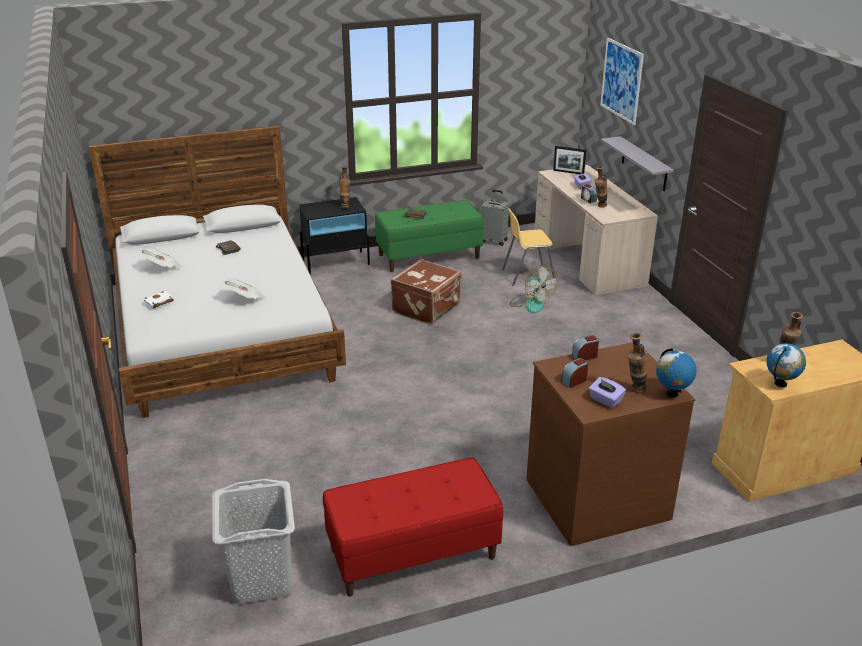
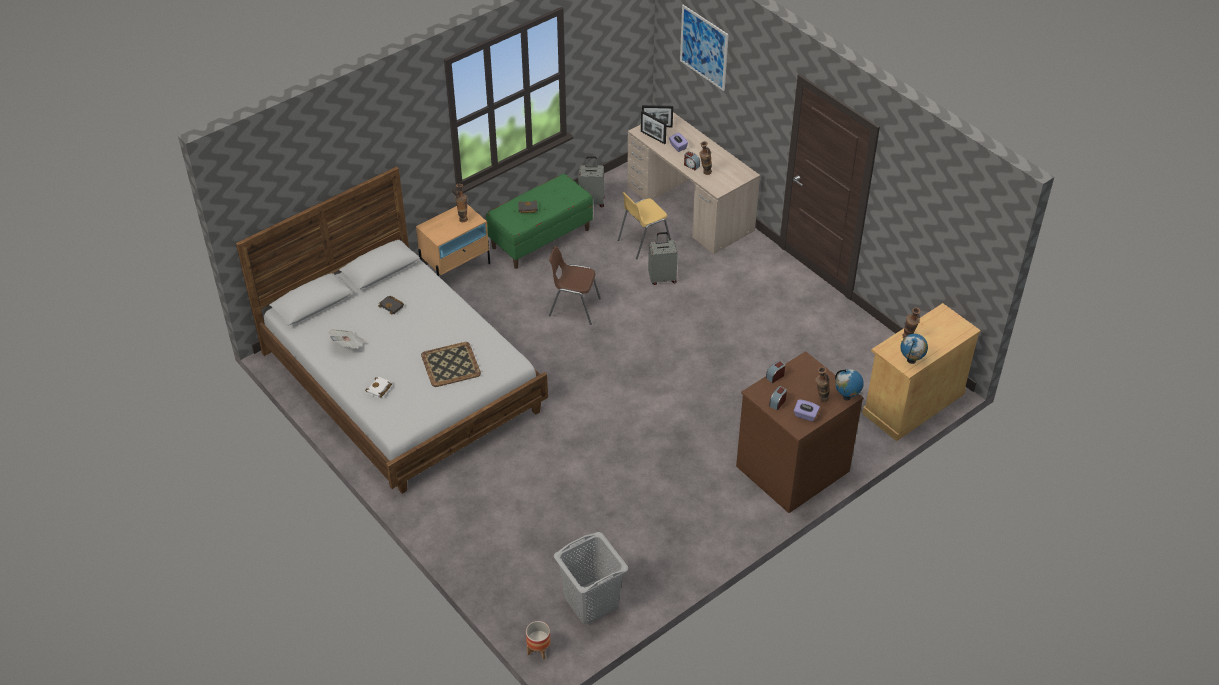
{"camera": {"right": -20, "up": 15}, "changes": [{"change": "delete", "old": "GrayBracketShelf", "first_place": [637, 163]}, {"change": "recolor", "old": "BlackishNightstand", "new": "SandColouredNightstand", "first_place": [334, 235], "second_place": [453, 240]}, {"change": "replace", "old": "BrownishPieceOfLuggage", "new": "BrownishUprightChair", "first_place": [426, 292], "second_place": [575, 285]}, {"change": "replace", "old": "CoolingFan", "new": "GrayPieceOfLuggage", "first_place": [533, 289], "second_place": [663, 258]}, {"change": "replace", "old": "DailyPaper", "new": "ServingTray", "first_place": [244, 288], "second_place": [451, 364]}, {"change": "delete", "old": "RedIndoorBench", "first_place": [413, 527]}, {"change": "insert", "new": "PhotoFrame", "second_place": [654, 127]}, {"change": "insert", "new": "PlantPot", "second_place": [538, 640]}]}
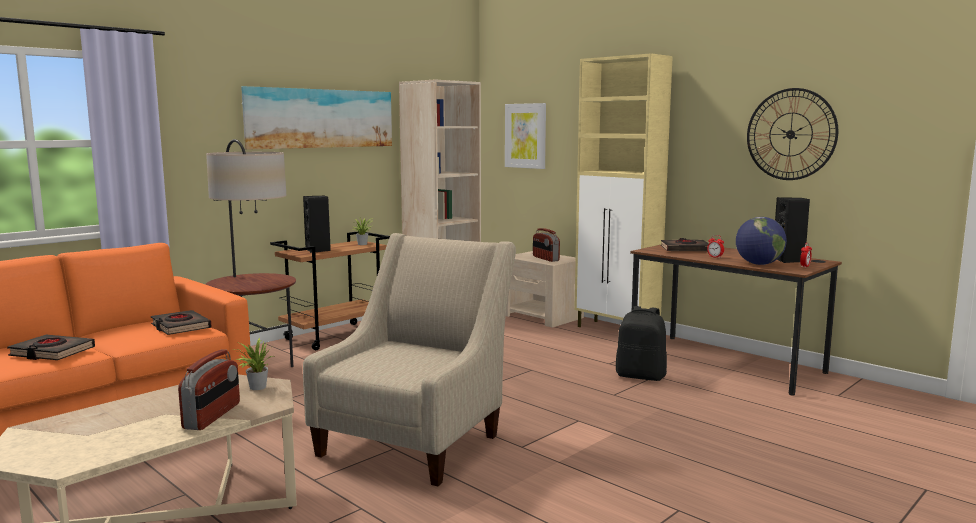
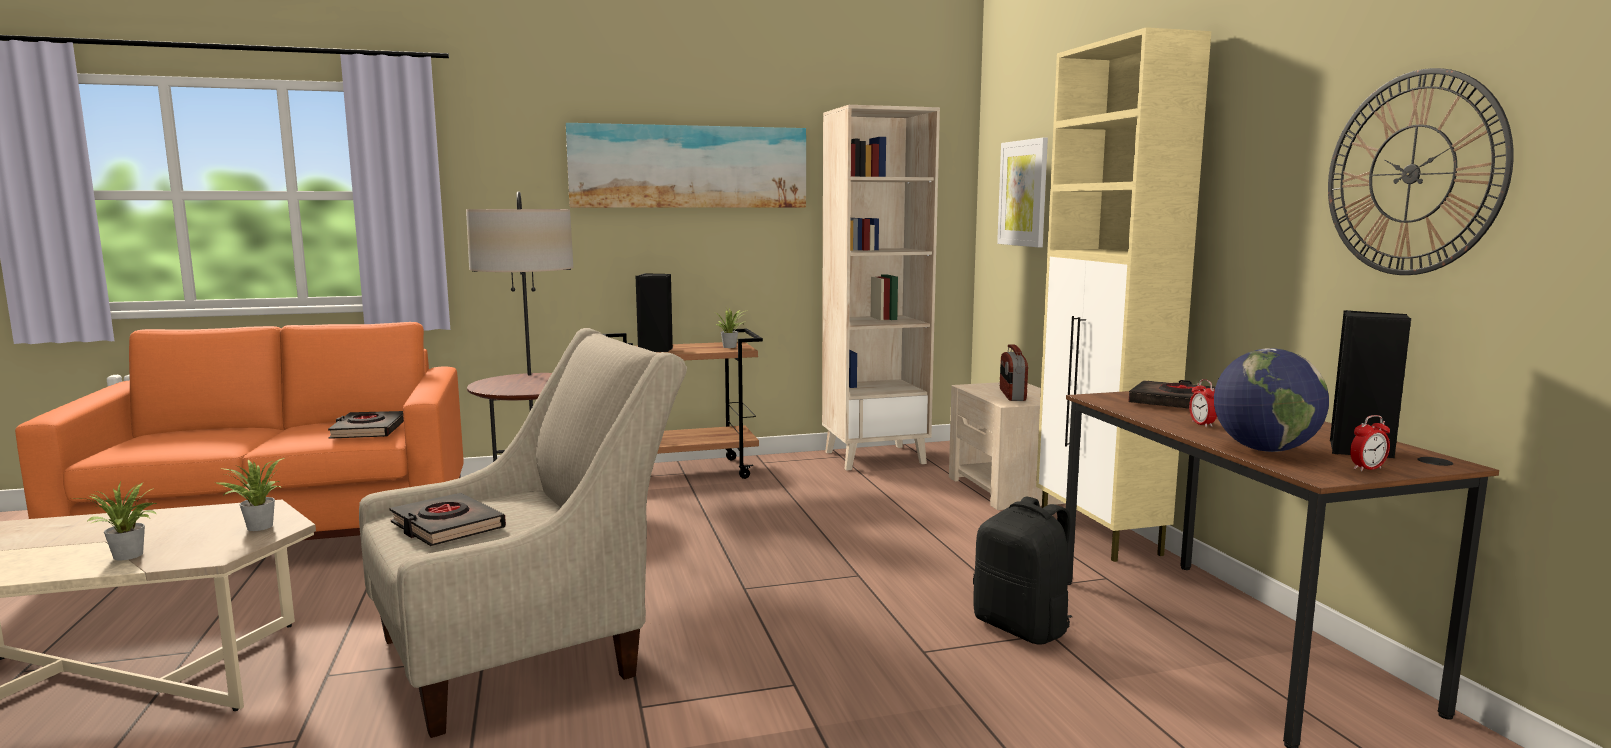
{"camera": {"right": 30, "up": 0}, "changes": [{"change": "move", "old": "BlackishVolume", "first_place": [51, 347], "second_place": [447, 519]}, {"change": "replace", "old": "Radio", "new": "Houseplant", "first_place": [209, 389], "second_place": [115, 521]}]}
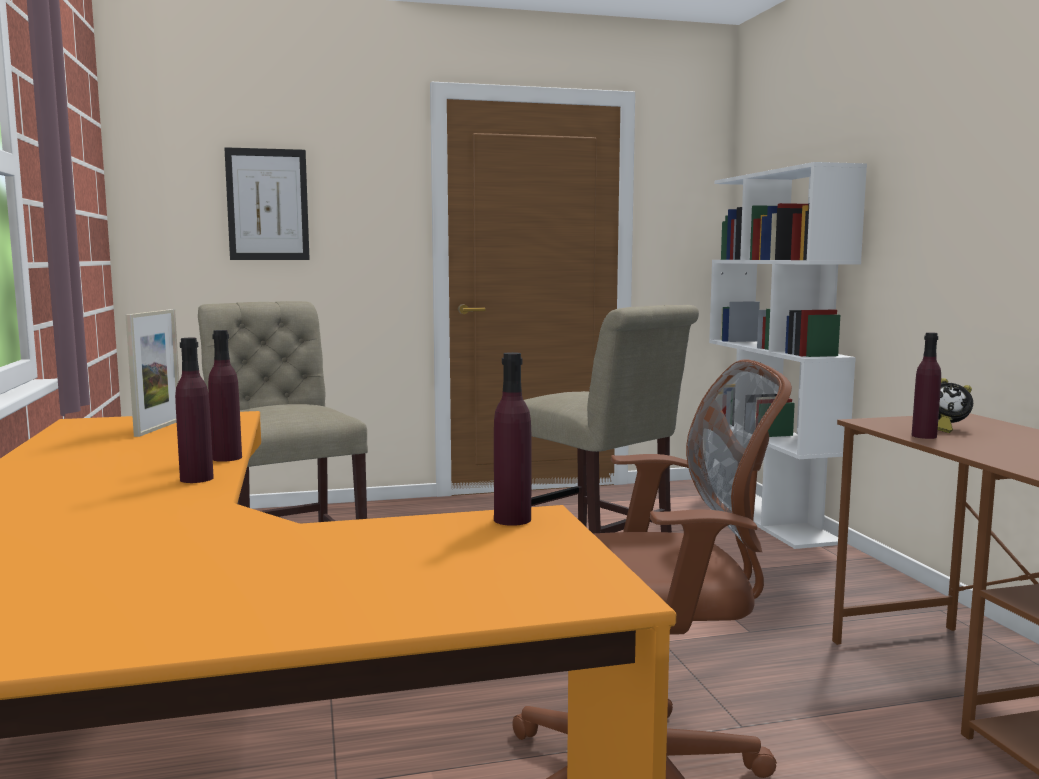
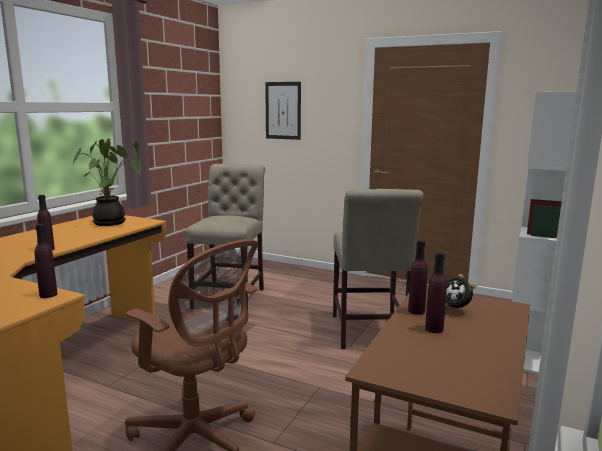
{"camera": {"right": 40, "up": 5}, "changes": [{"change": "replace", "old": "PhotoFrame", "new": "Houseplant", "first_place": [152, 373], "second_place": [106, 182]}, {"change": "move", "old": "PurpleDrinkBottle", "first_place": [225, 396], "second_place": [436, 292]}]}
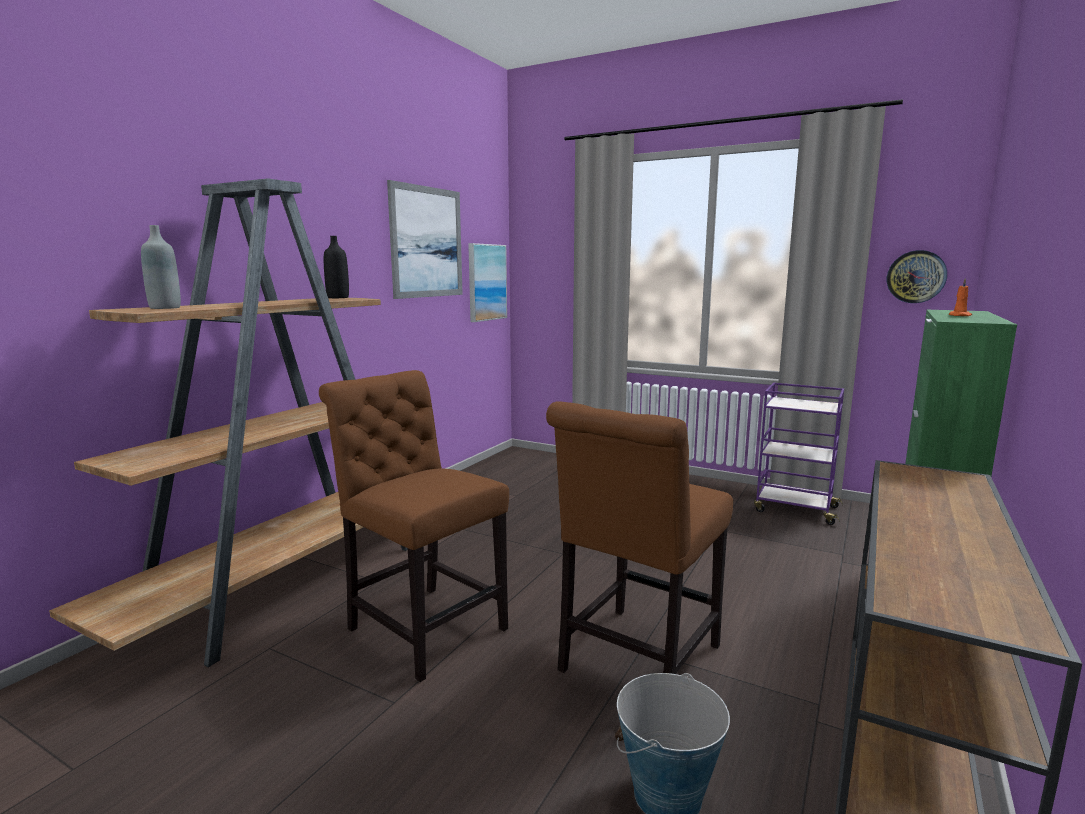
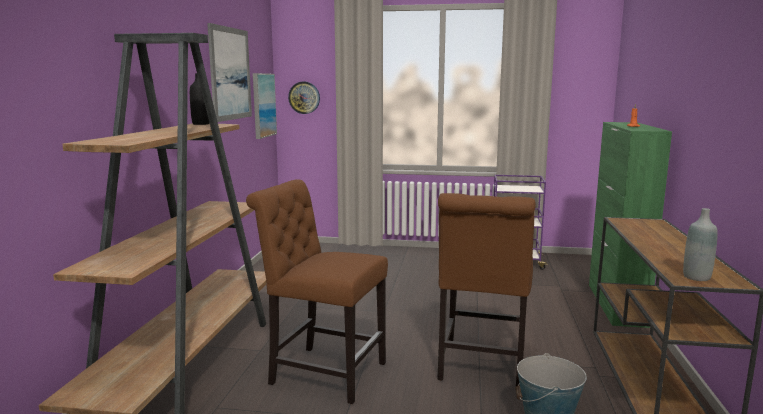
{"camera": {"right": -20, "up": 0}, "changes": [{"change": "move", "old": "GrayDrinkBottle", "first_place": [161, 267], "second_place": [700, 244]}, {"change": "move", "old": "ClockOnTheWall", "first_place": [917, 276], "second_place": [304, 98]}]}
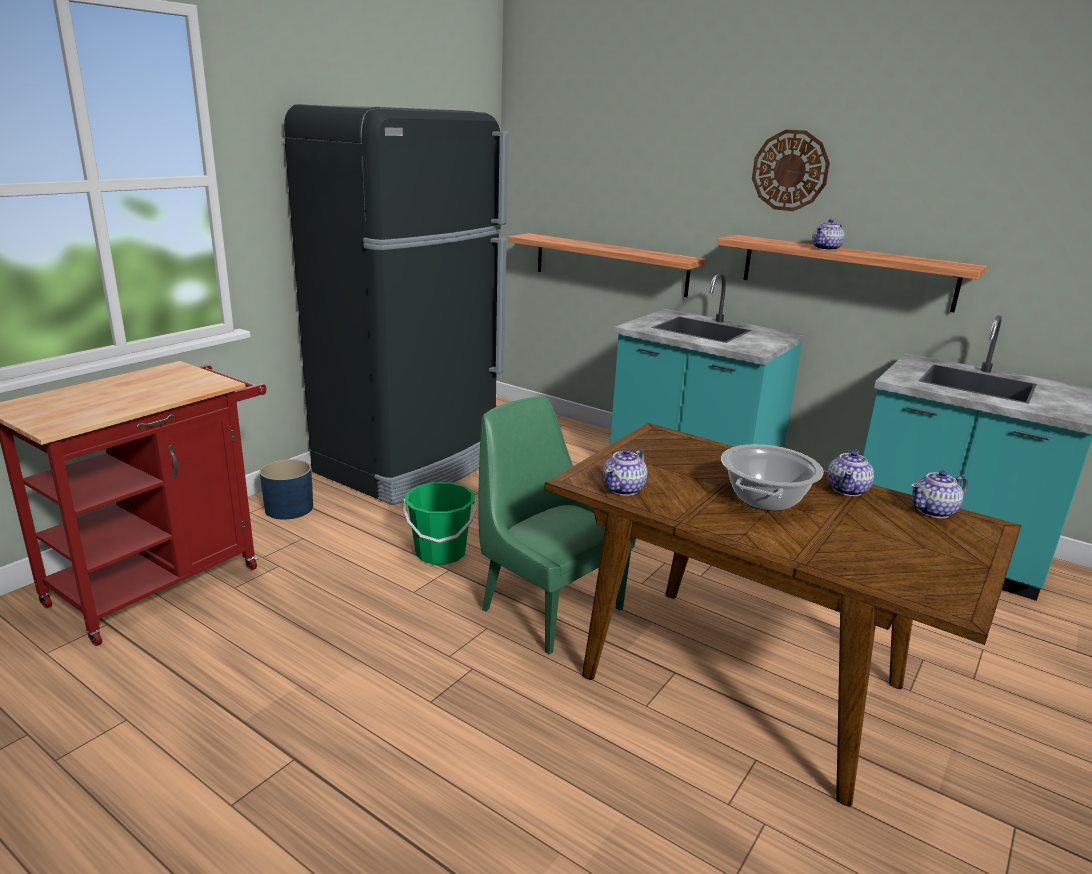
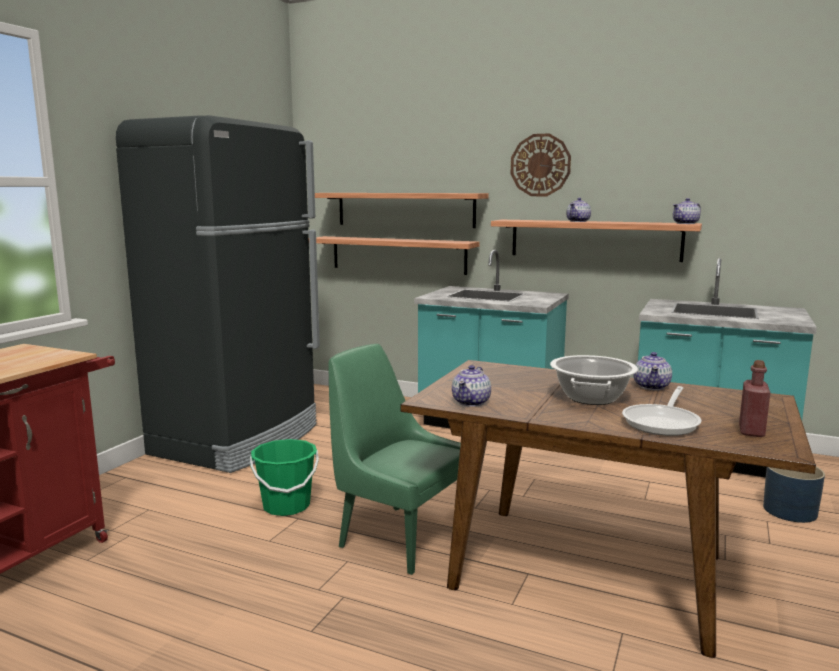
{"camera": {"right": -10, "up": -10}, "changes": [{"change": "move", "old": "BluePlantPot", "first_place": [286, 489], "second_place": [794, 495]}, {"change": "move", "old": "TeaPot", "first_place": [939, 494], "second_place": [687, 211]}, {"change": "insert", "new": "BracketShelf", "second_place": [402, 210]}, {"change": "insert", "new": "RedDrinkBottle", "second_place": [754, 398]}, {"change": "insert", "new": "FryingPan", "second_place": [662, 411]}]}
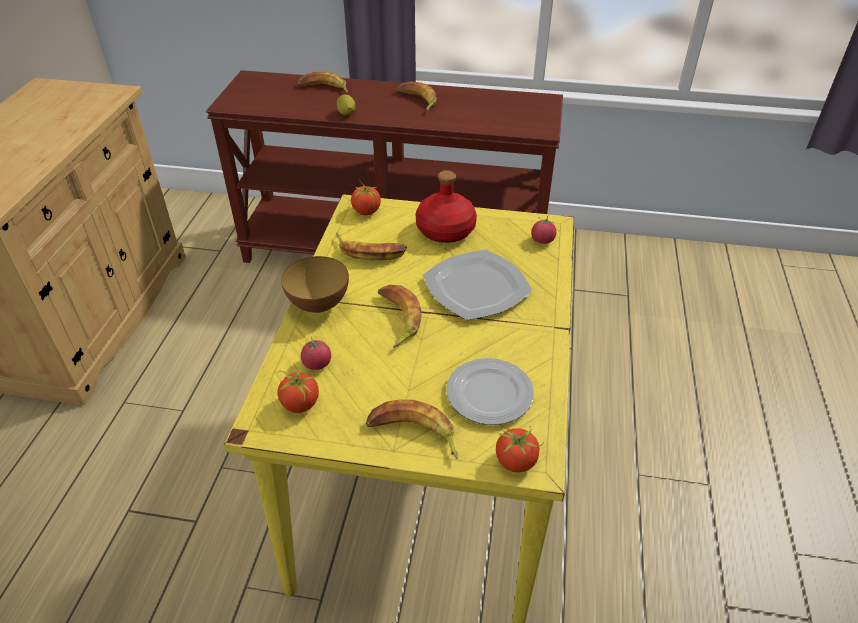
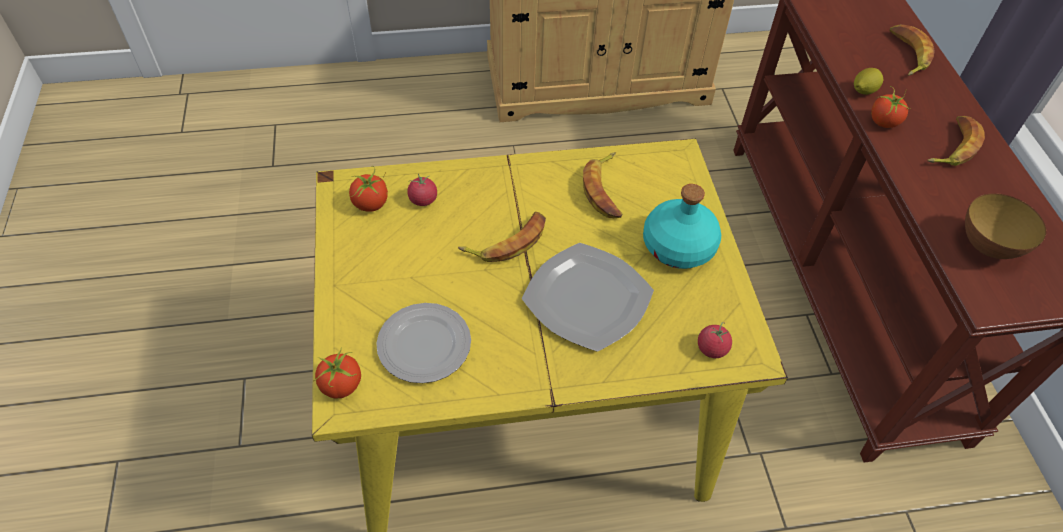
{"camera": {"right": 70, "up": 10}, "changes": [{"change": "recolor", "old": "RedDrinkBottle", "new": "TurquoiseDrinkBottle", "first_place": [446, 206], "second_place": [682, 226]}, {"change": "move", "old": "WholeTomato", "first_place": [366, 197], "second_place": [891, 107]}, {"change": "move", "old": "Bowl", "first_place": [315, 284], "second_place": [1005, 226]}, {"change": "delete", "old": "Banana", "first_place": [412, 429]}]}
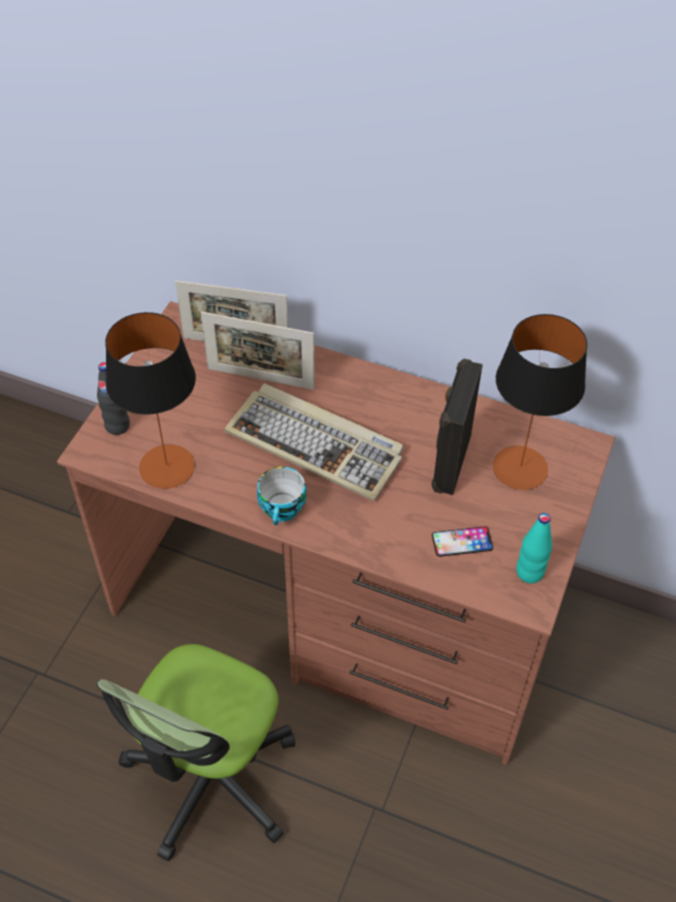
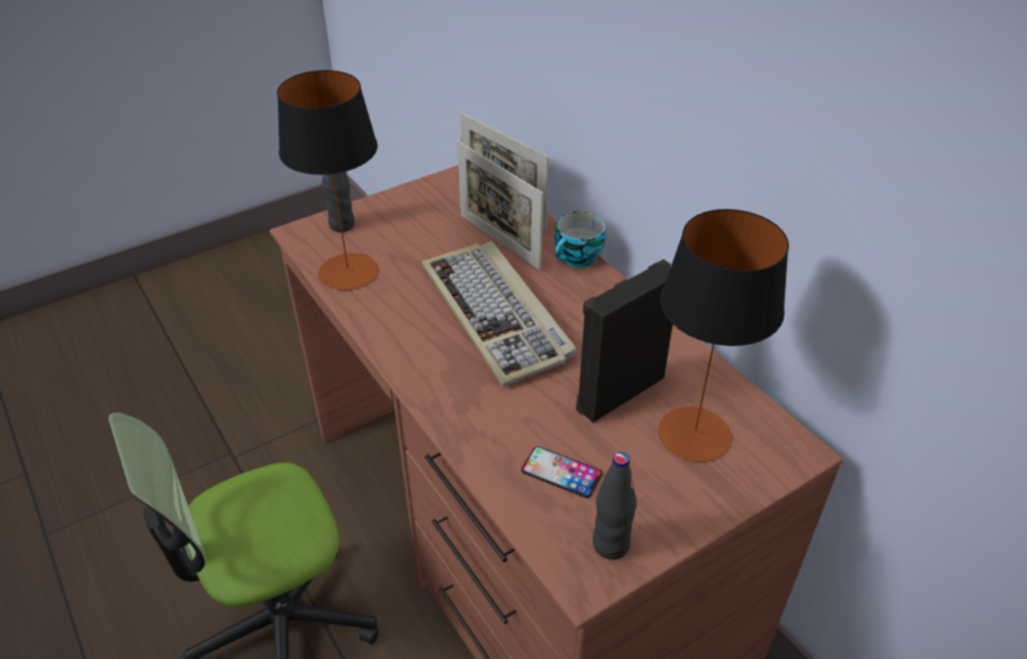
{"camera": {"right": 35, "up": -10}, "changes": [{"change": "move", "old": "Cup", "first_place": [281, 496], "second_place": [580, 239]}, {"change": "recolor", "old": "TurquoiseDrinkBottle", "new": "BlackishDrinkBottle", "first_place": [534, 548], "second_place": [615, 506]}]}
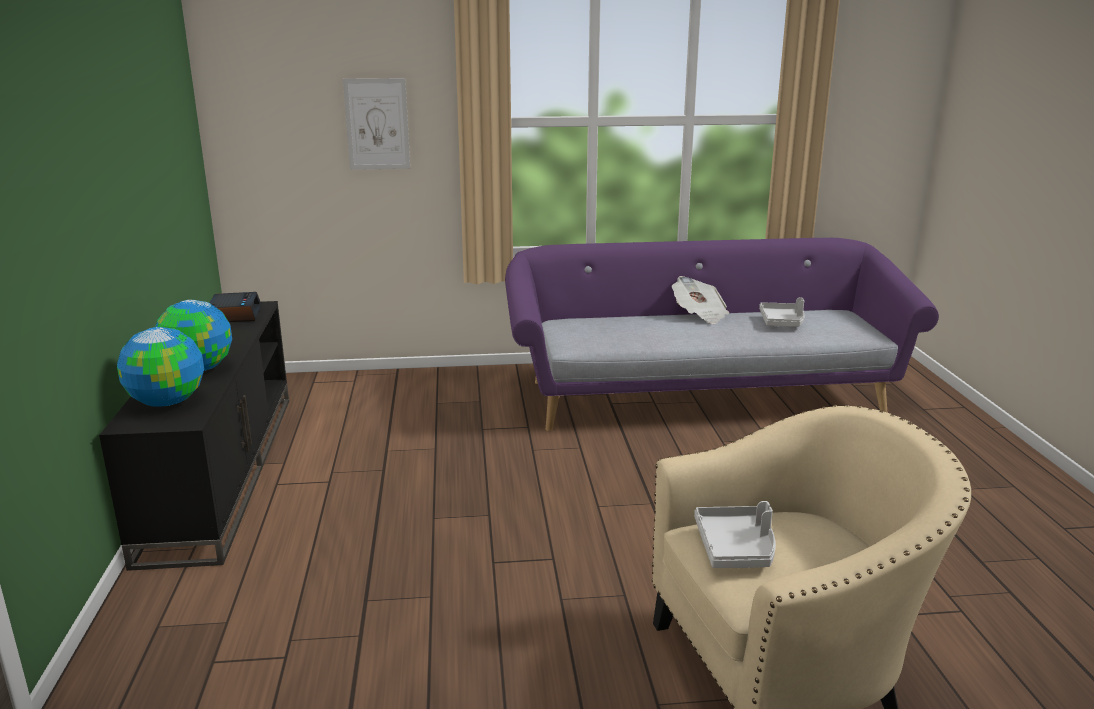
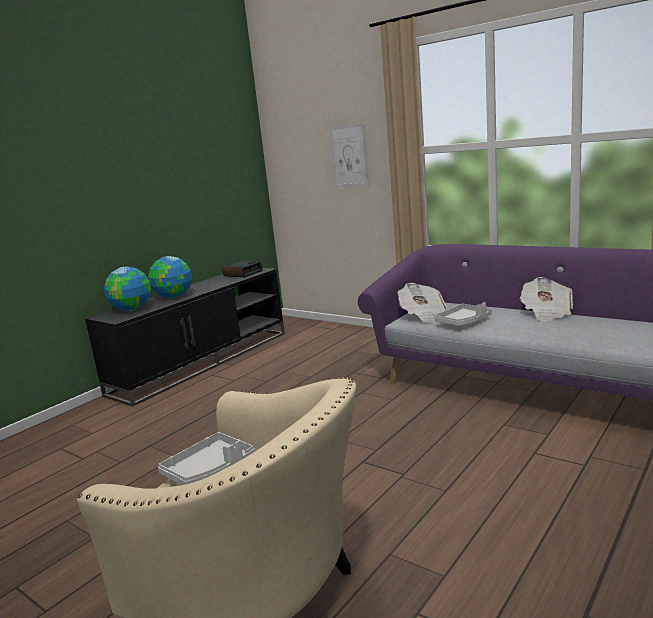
{"camera": {"right": 45, "up": -5}, "changes": [{"change": "move", "old": "GrayServingTray", "first_place": [782, 312], "second_place": [463, 314]}, {"change": "insert", "new": "DailyPaper", "second_place": [422, 303]}]}
